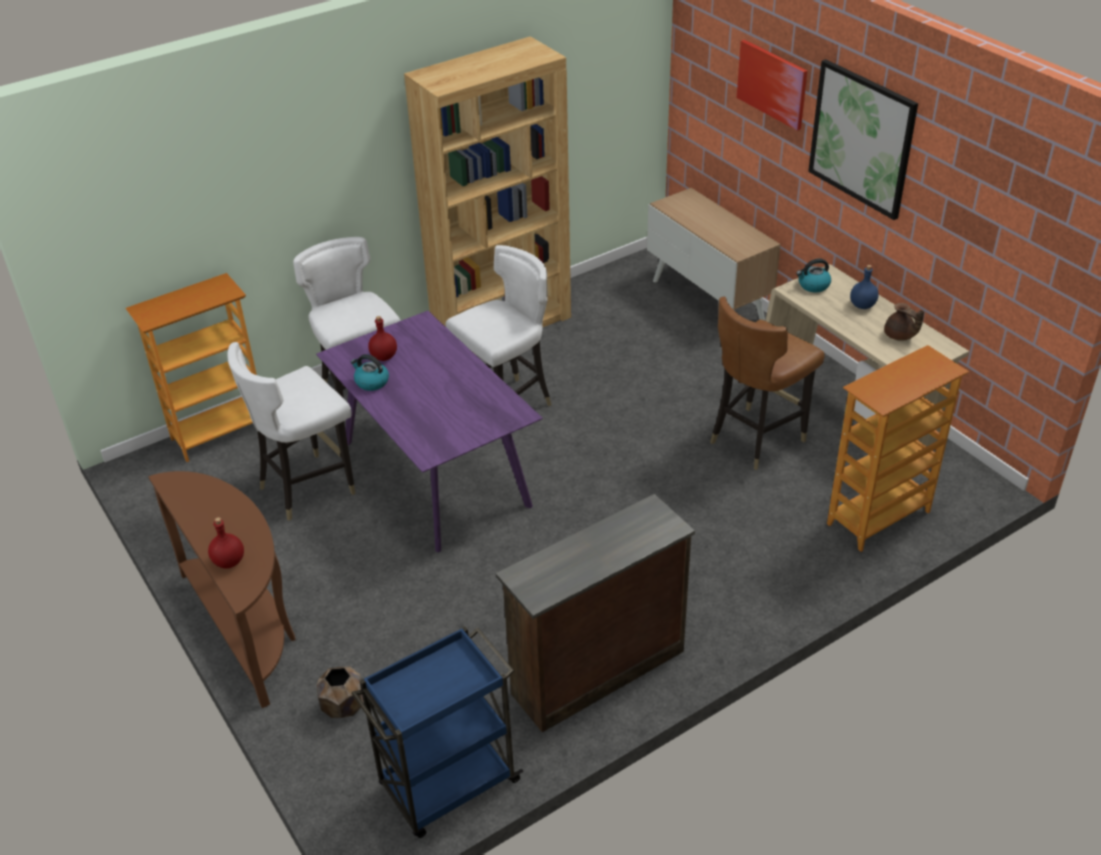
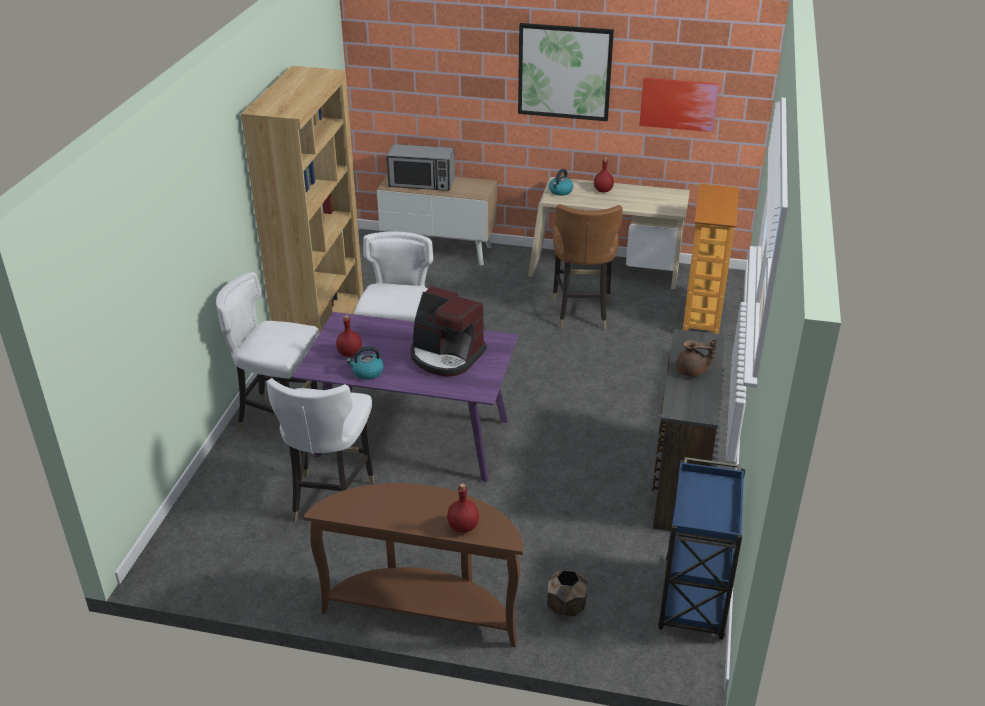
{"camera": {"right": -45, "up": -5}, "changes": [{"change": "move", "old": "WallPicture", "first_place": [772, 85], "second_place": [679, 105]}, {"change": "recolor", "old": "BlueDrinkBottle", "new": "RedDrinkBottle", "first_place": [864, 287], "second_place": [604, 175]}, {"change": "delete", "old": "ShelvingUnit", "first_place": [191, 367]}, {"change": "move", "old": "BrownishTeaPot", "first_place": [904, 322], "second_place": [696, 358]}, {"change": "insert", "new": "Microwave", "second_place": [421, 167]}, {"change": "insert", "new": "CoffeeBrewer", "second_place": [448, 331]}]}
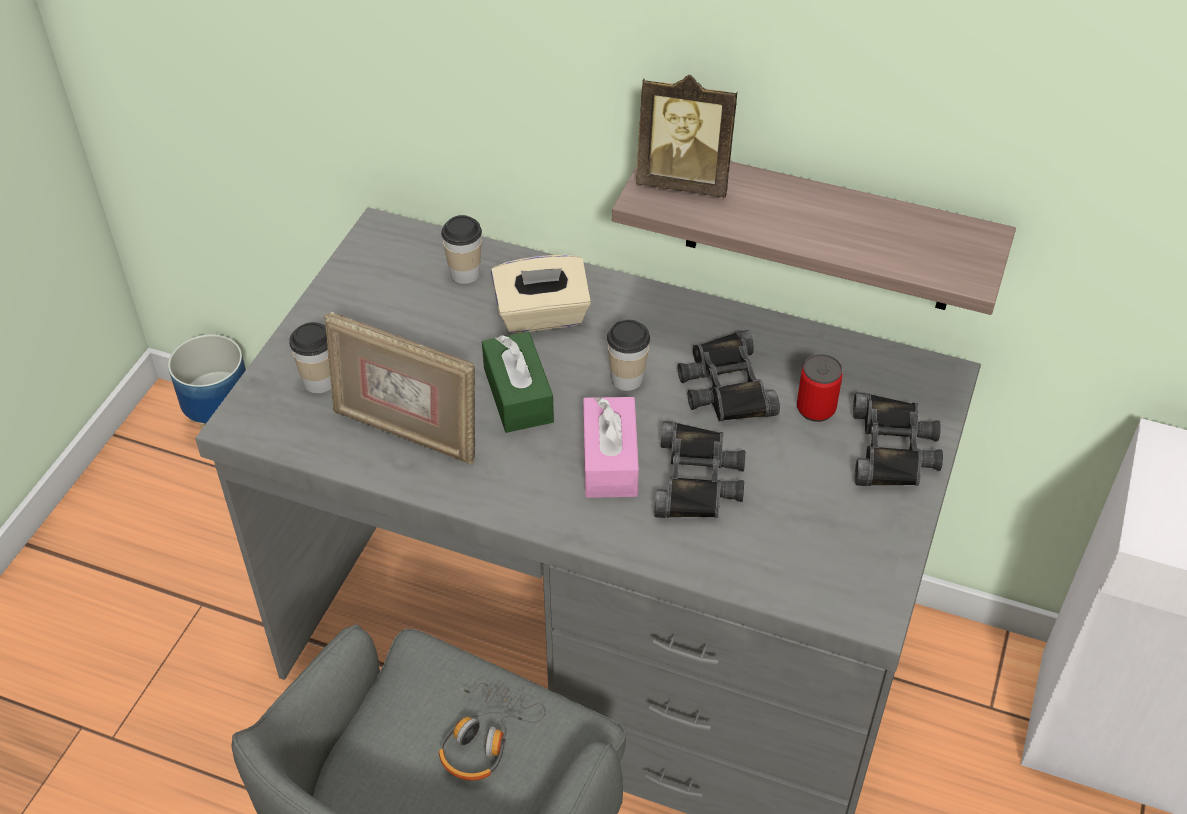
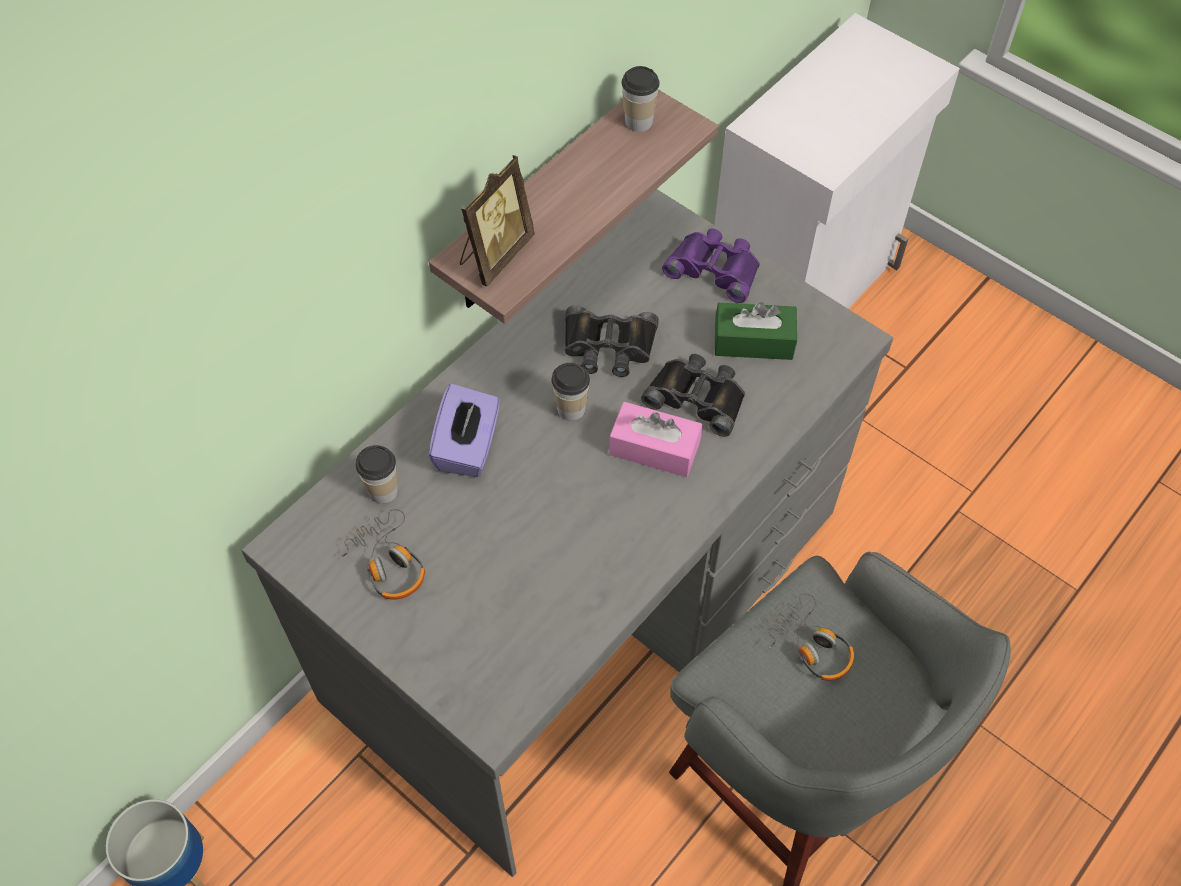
{"camera": {"right": -70, "up": 10}, "changes": [{"change": "recolor", "old": "SandColouredTissueBox", "new": "PurpleTissueBox", "first_place": [541, 294], "second_place": [464, 430]}, {"change": "delete", "old": "PhotoFrame", "first_place": [399, 388]}, {"change": "move", "old": "Cup", "first_place": [311, 357], "second_place": [641, 99]}, {"change": "move", "old": "GreenTissueBox", "first_place": [518, 382], "second_place": [756, 331]}, {"change": "delete", "old": "SealedCan", "first_place": [820, 388]}, {"change": "recolor", "old": "BlackishBinoculars", "new": "PurpleBinoculars", "first_place": [898, 439], "second_place": [711, 265]}, {"change": "insert", "new": "Headphones", "second_place": [382, 554]}]}
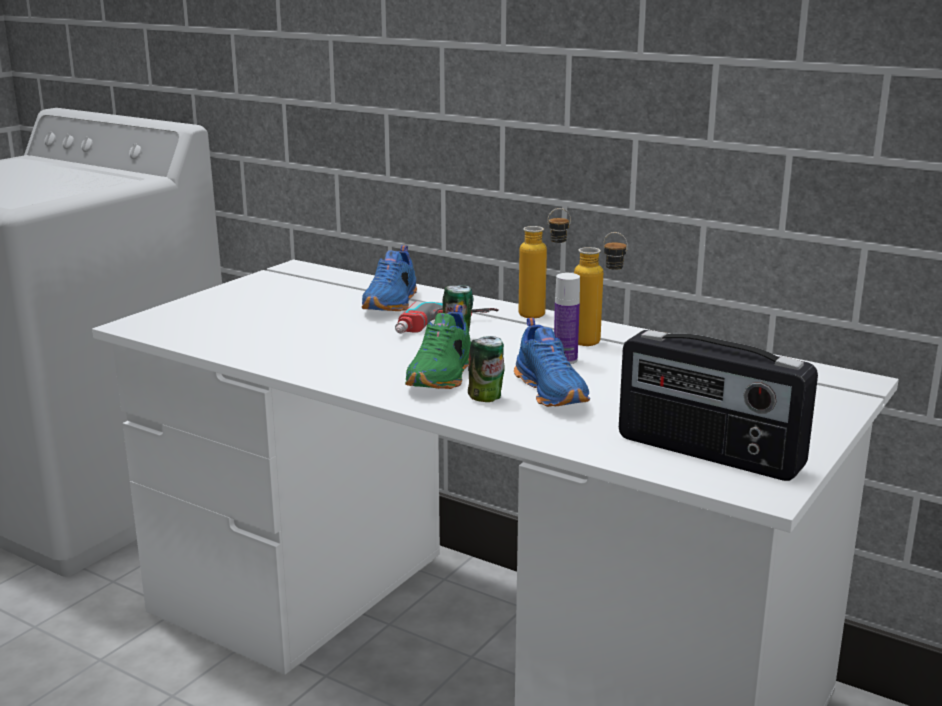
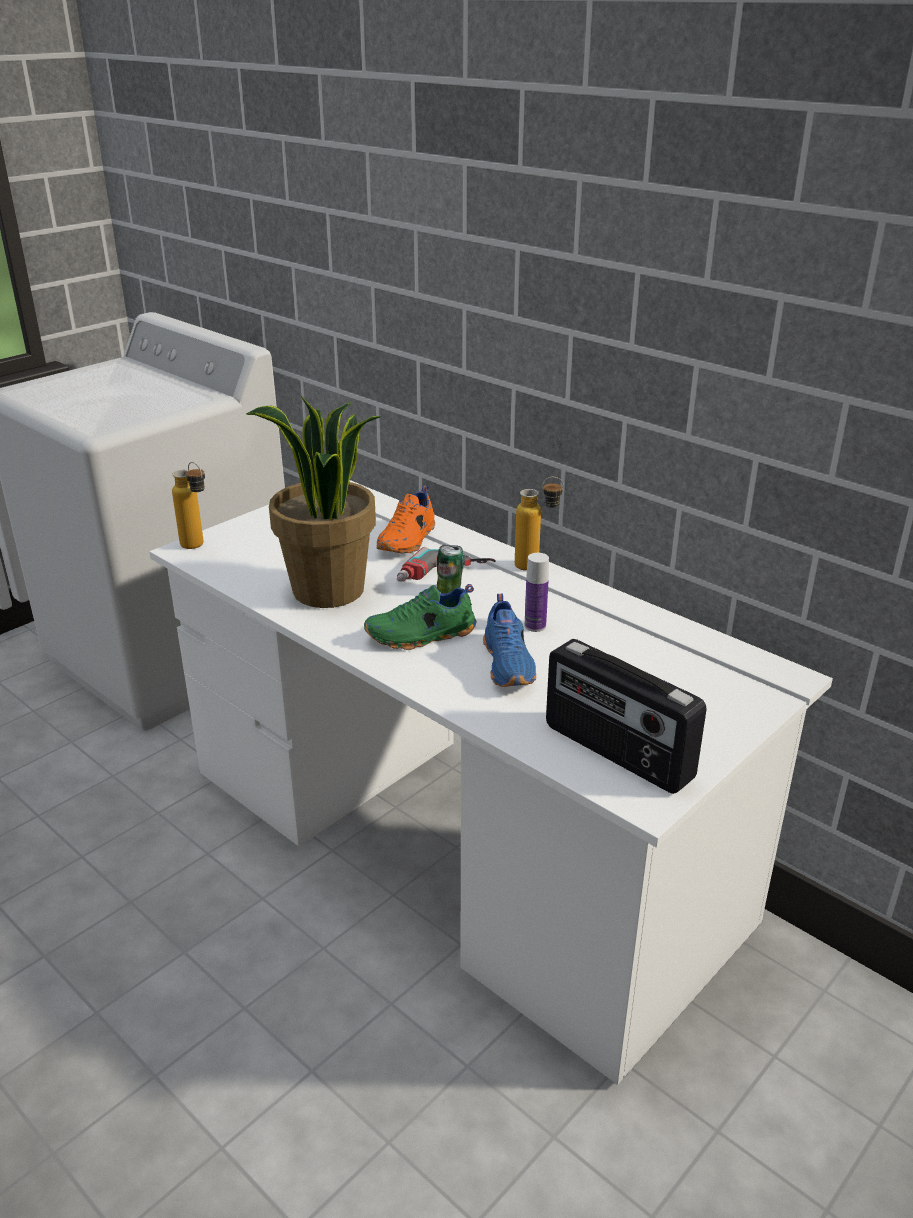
{"camera": {"right": 10, "up": 10}, "changes": [{"change": "move", "old": "DrinkBottle", "first_place": [601, 289], "second_place": [188, 505]}, {"change": "recolor", "old": "BlueLowShoe", "new": "OrangeyLowShoe", "first_place": [389, 278], "second_place": [405, 519]}, {"change": "rotate", "old": "GreenLowShoe", "first_place": [438, 347], "second_place": [420, 617], "degrees": 45}, {"change": "delete", "old": "SealedCan", "first_place": [486, 369]}, {"change": "insert", "new": "Houseplant", "second_place": [314, 501]}]}
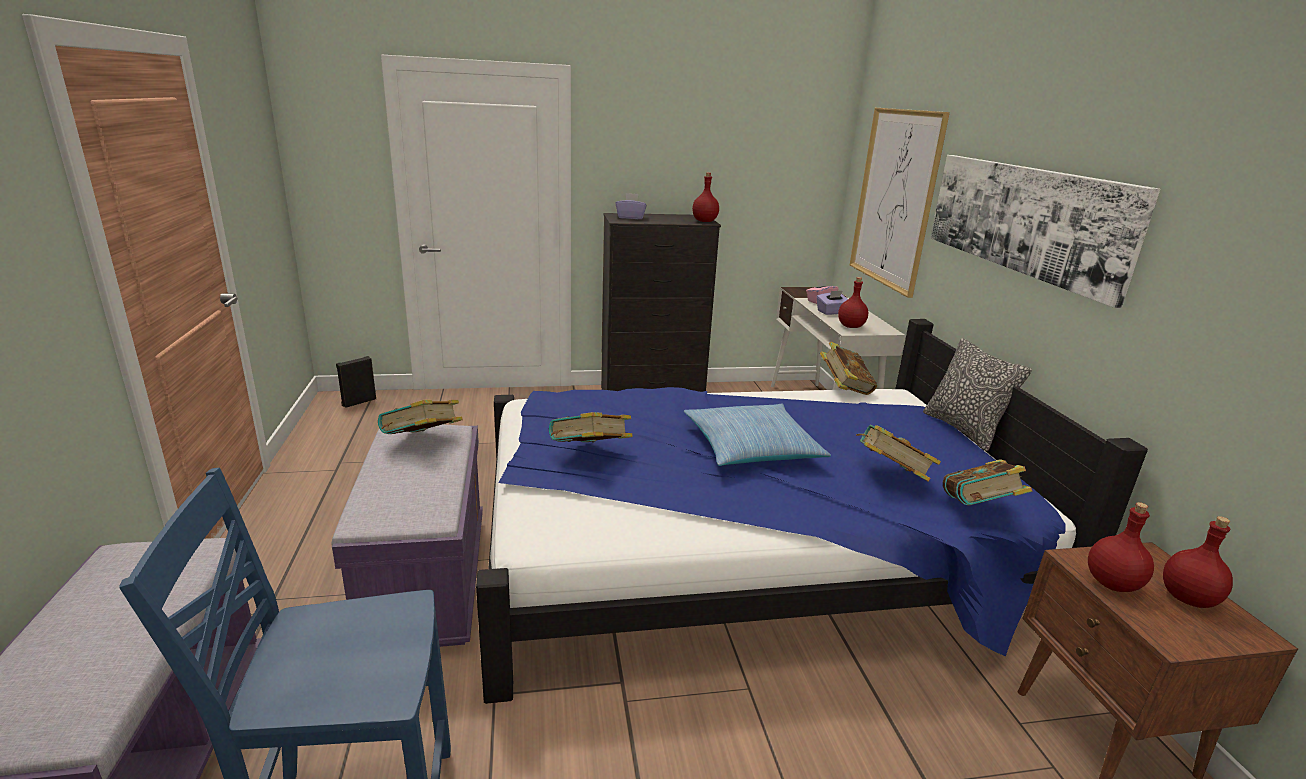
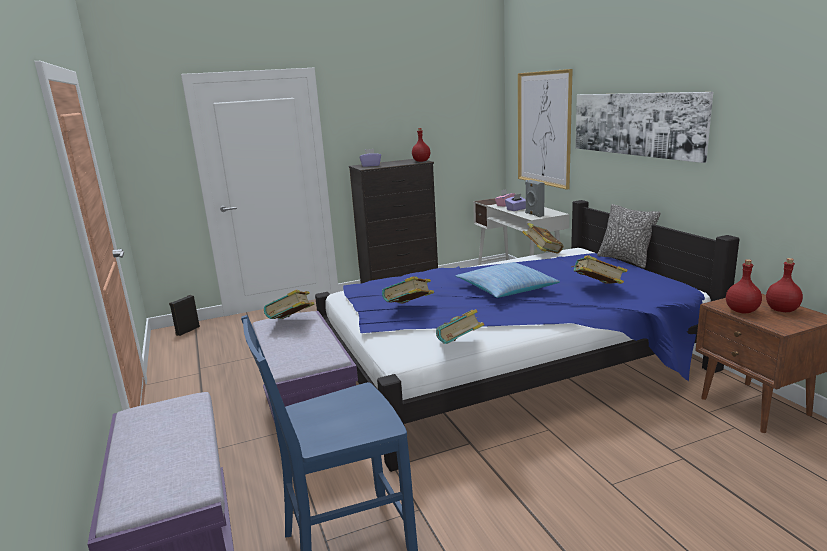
{"camera": {"right": -10, "up": -5}, "changes": [{"change": "replace", "old": "RedDrinkBottle", "new": "GrayAudioSpeaker", "first_place": [853, 302], "second_place": [535, 198]}, {"change": "move", "old": "Volume", "first_place": [987, 482], "second_place": [460, 326]}]}
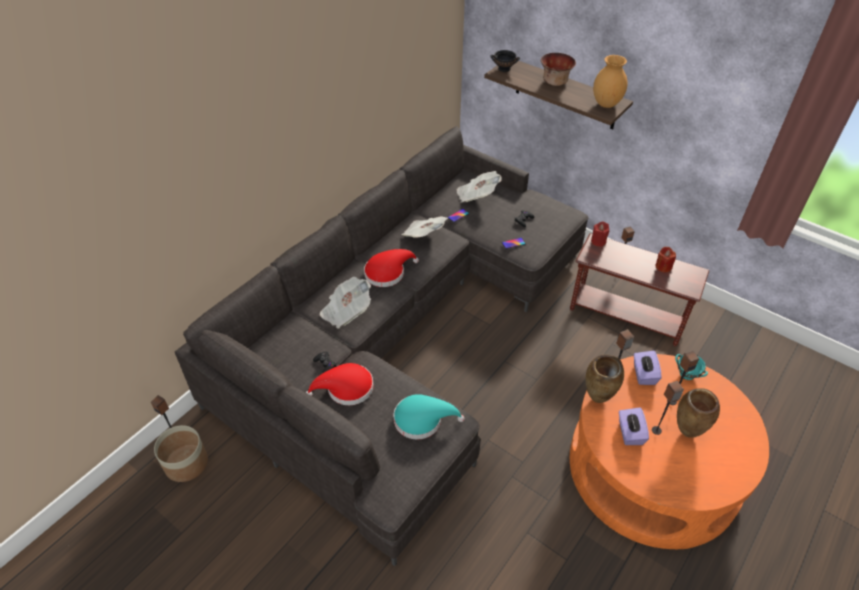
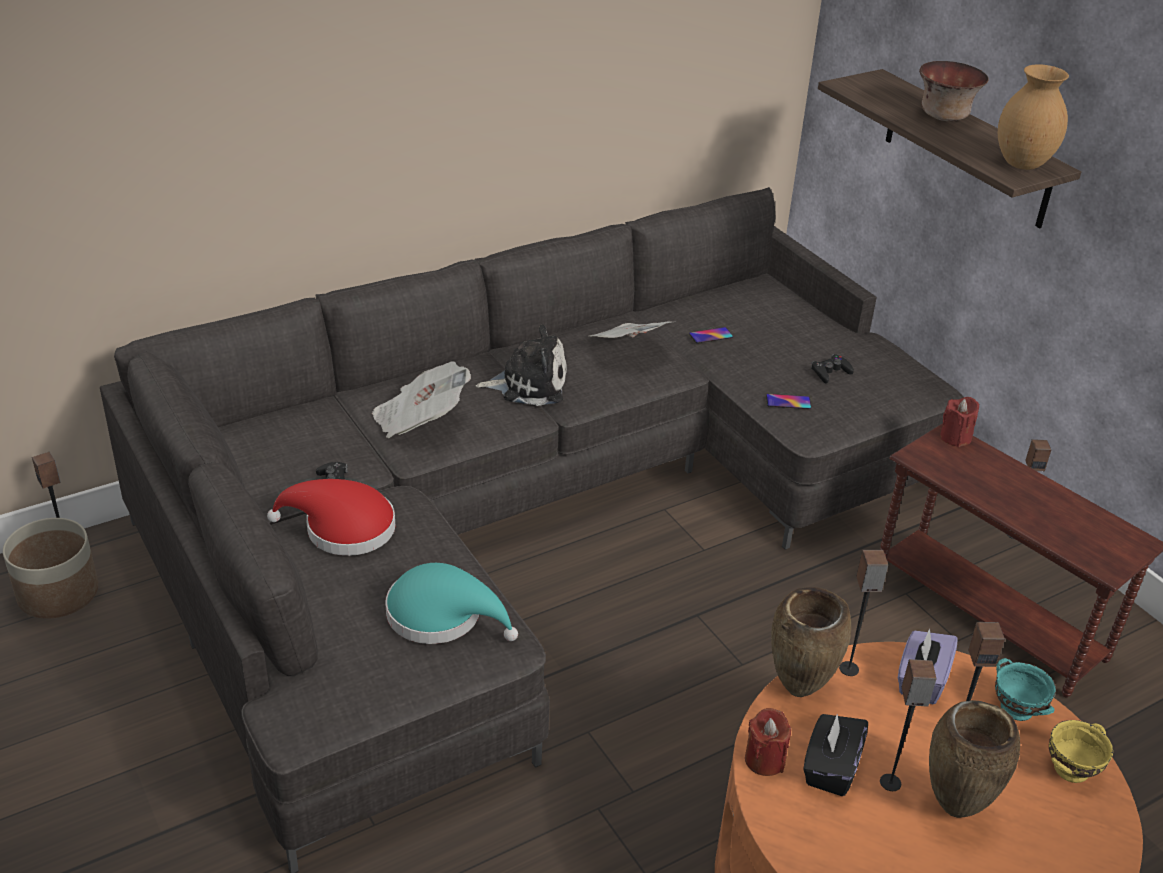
{"camera": {"right": 20, "up": -10}, "changes": [{"change": "delete", "old": "BlackishBowl", "first_place": [505, 61]}, {"change": "delete", "old": "DailyPaper", "first_place": [479, 187]}, {"change": "move", "old": "RedCandle", "first_place": [666, 259], "second_place": [768, 742]}, {"change": "replace", "old": "RedWearableHat", "new": "SoftToy", "first_place": [391, 268], "second_place": [521, 365]}, {"change": "recolor", "old": "PurpleTissueBox", "new": "BlackishTissueBox", "first_place": [634, 426], "second_place": [835, 755]}, {"change": "insert", "new": "YellowBowl", "second_place": [1081, 751]}]}
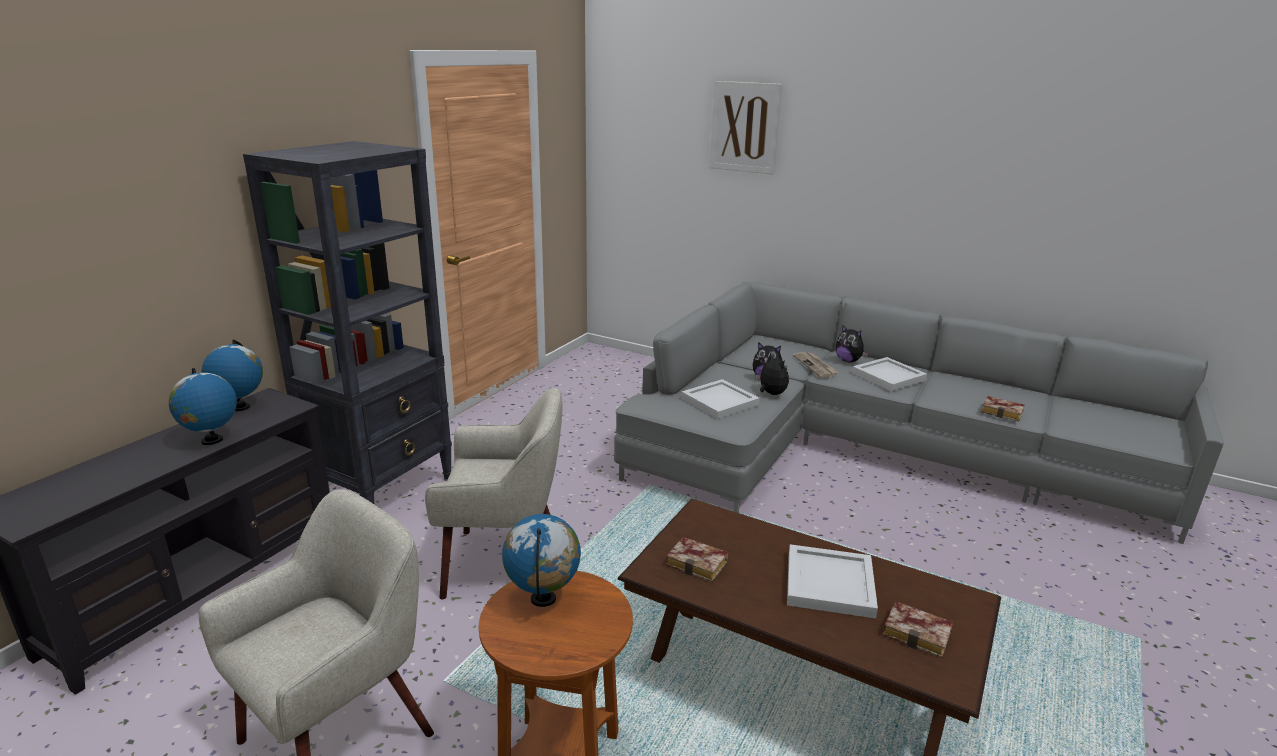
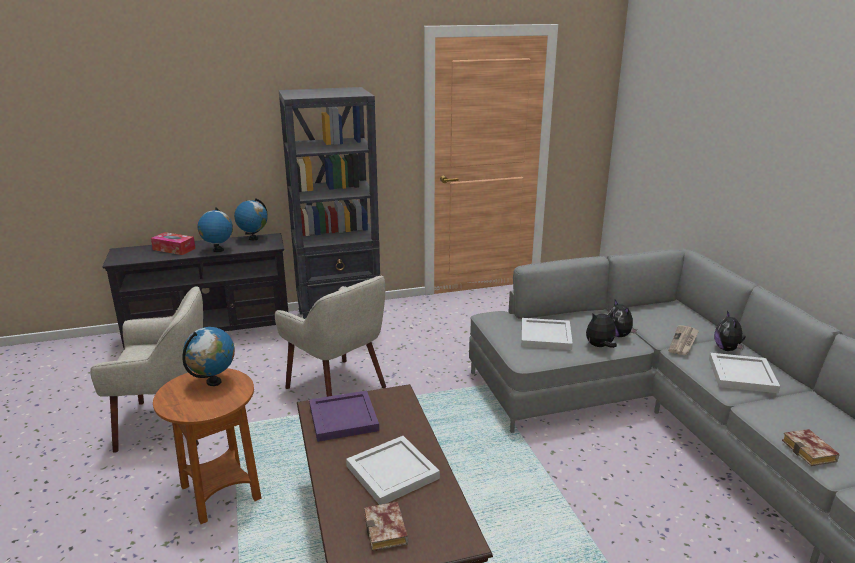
{"camera": {"right": 45, "up": 0}, "changes": [{"change": "delete", "old": "WallPicture", "first_place": [746, 127]}, {"change": "rotate", "old": "SoftToy", "first_place": [772, 373], "second_place": [601, 329], "degrees": -120}, {"change": "replace", "old": "Volume", "new": "PurpleServingTray", "first_place": [697, 559], "second_place": [344, 416]}, {"change": "insert", "new": "TissueBox", "second_place": [173, 243]}]}
